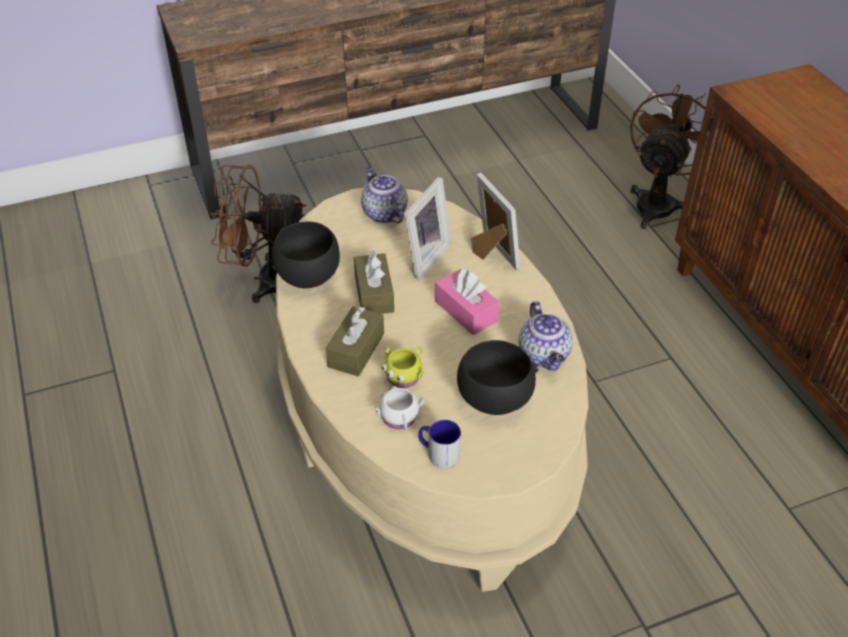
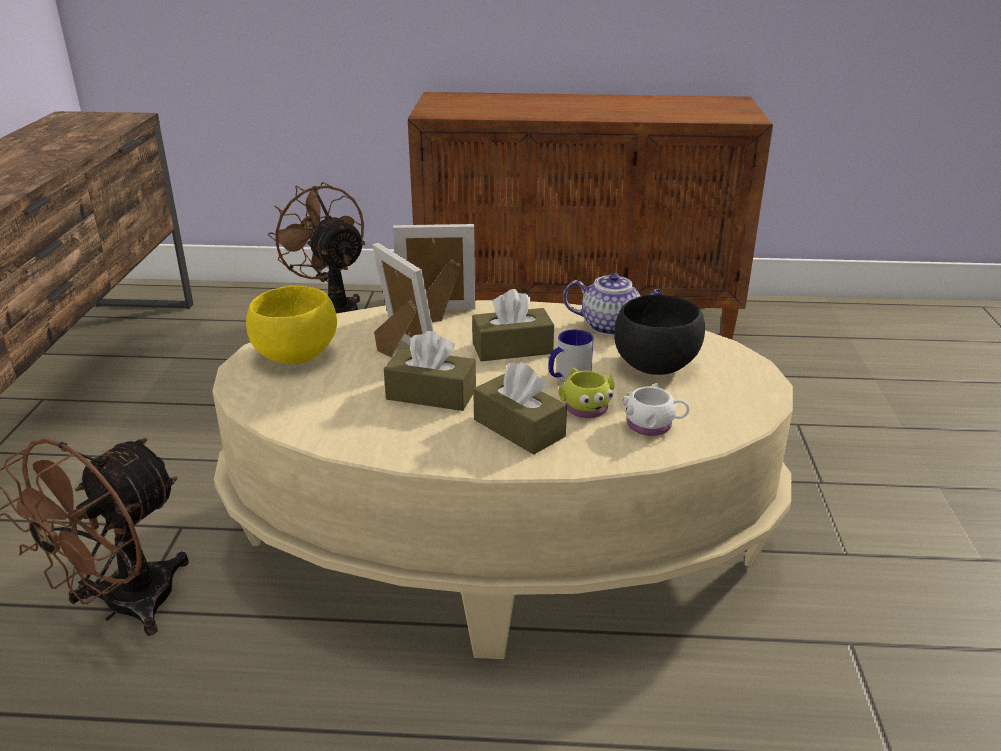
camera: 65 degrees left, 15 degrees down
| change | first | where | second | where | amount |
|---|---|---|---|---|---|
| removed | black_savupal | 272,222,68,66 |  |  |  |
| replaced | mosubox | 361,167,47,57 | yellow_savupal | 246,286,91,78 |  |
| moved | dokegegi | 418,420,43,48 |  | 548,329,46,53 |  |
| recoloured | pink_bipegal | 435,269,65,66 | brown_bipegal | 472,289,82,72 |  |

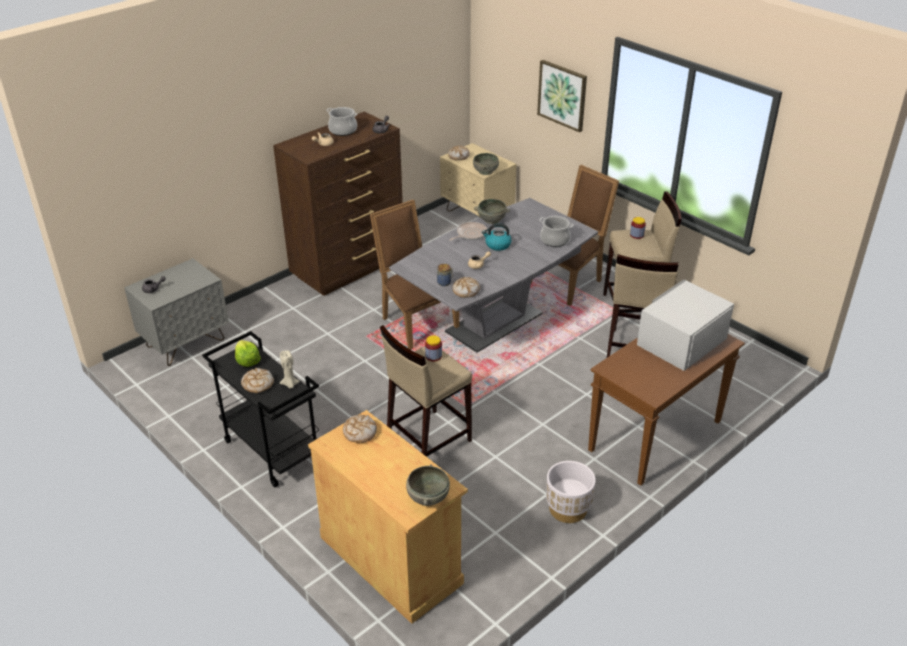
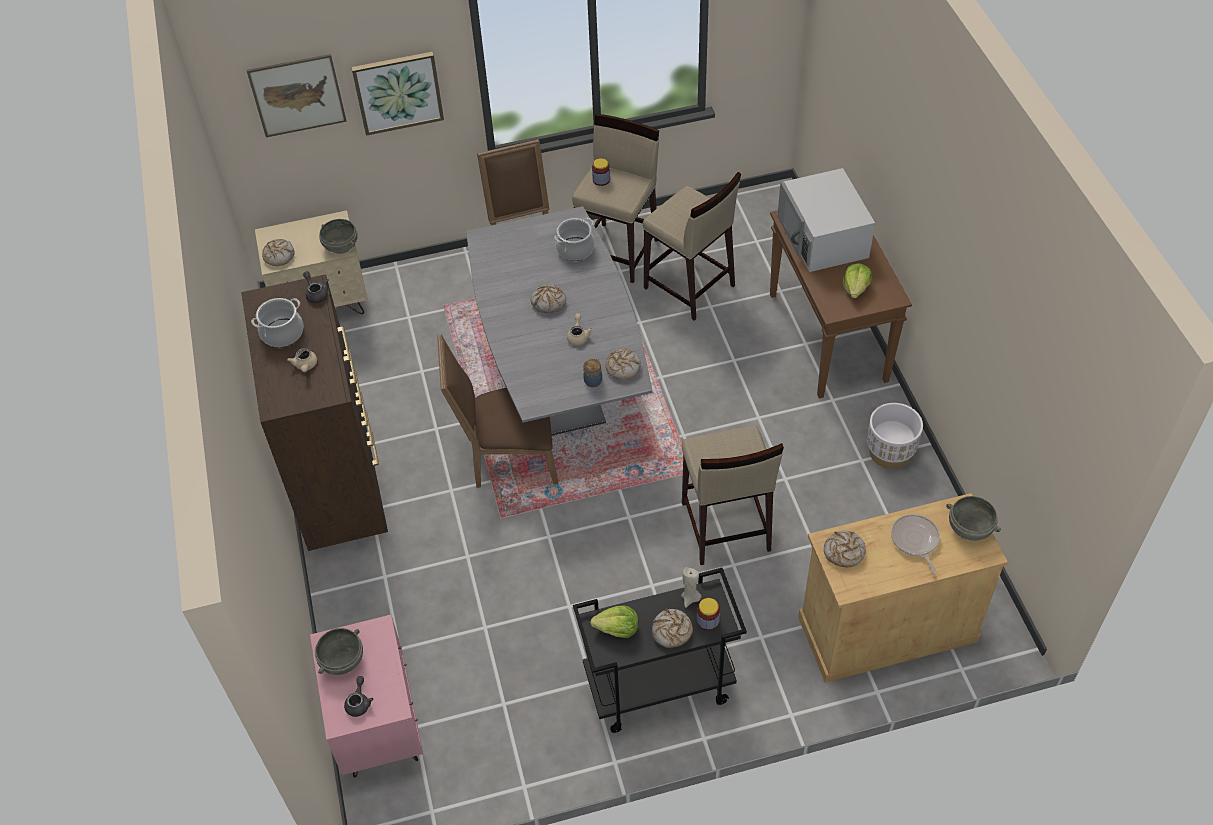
camera: 60 degrees left, 15 degrees up
| change | first | where | second | where | amount |
|---|---|---|---|---|---|
| recoloured | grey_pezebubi | 124,258,105,108 | pink_pezebubi | 310,615,113,163 |  |
| moved | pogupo | 425,335,17,26 |  | 697,598,23,32 |  |
| moved | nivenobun | 449,222,38,19 |  | 891,514,49,60 |  |
| moved | grey_savupal | 474,199,36,25 |  | 315,628,48,47 |  |
| replaced | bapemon | 482,223,30,28 | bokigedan | 531,285,35,28 |  |
| added |  |  | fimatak | 247,54,100,83 |  |
| added |  |  | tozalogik | 843,263,29,35 |  |

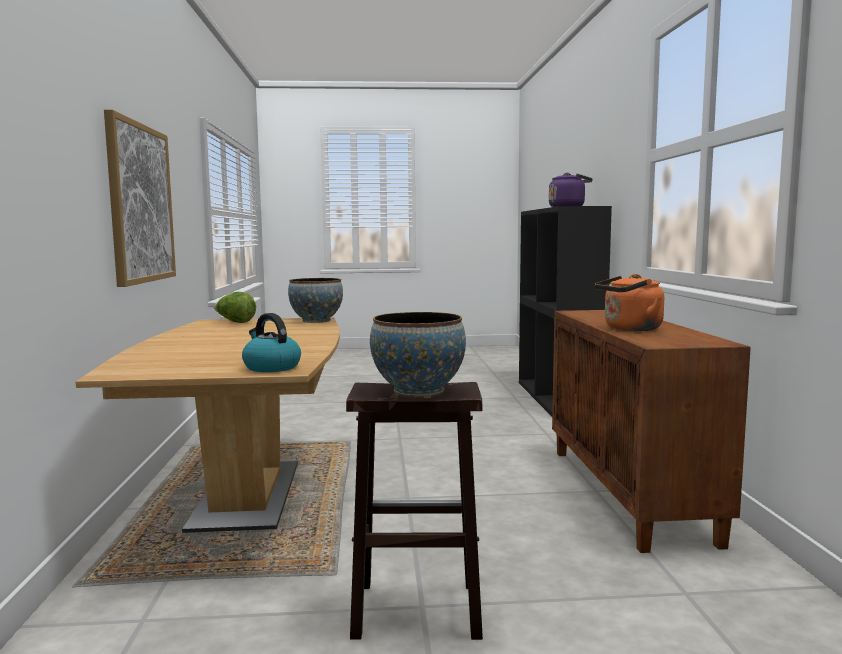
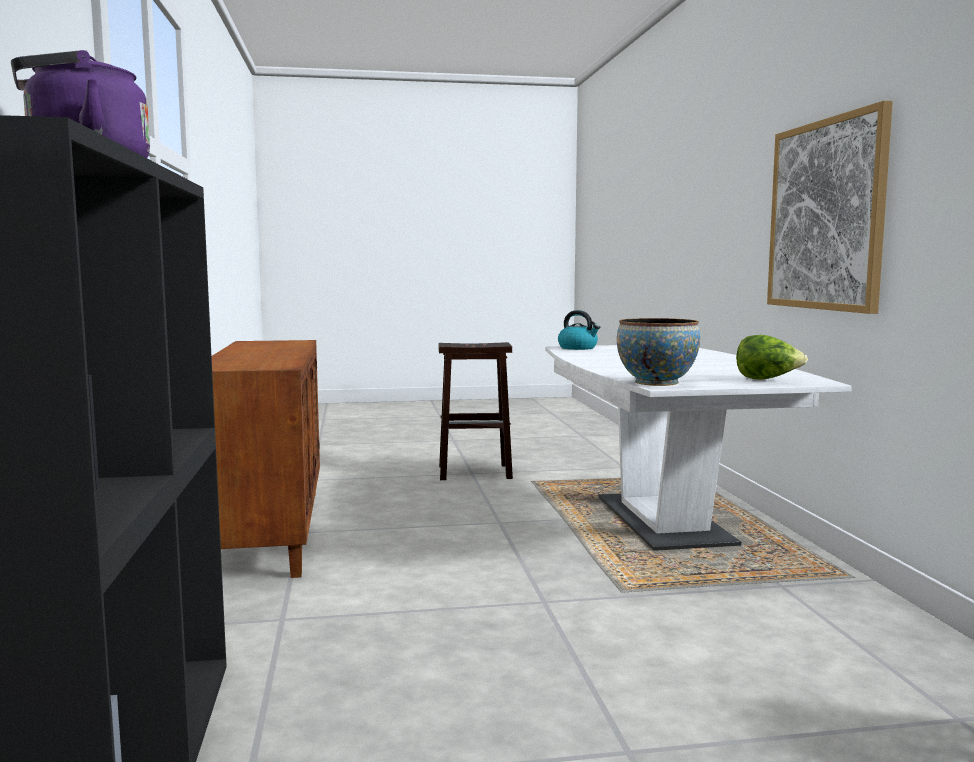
camera: 175 degrees right, 0 degrees up
| change | first | where | second | where | amount |
|---|---|---|---|---|---|
| recoloured | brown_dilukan | 76,317,264,216 | white_dilukan | 545,345,307,206 |  |
| removed | savupal | 370,312,96,85 |  |  |  |
| removed | orange_bapemon | 595,274,69,57 |  |  |  |

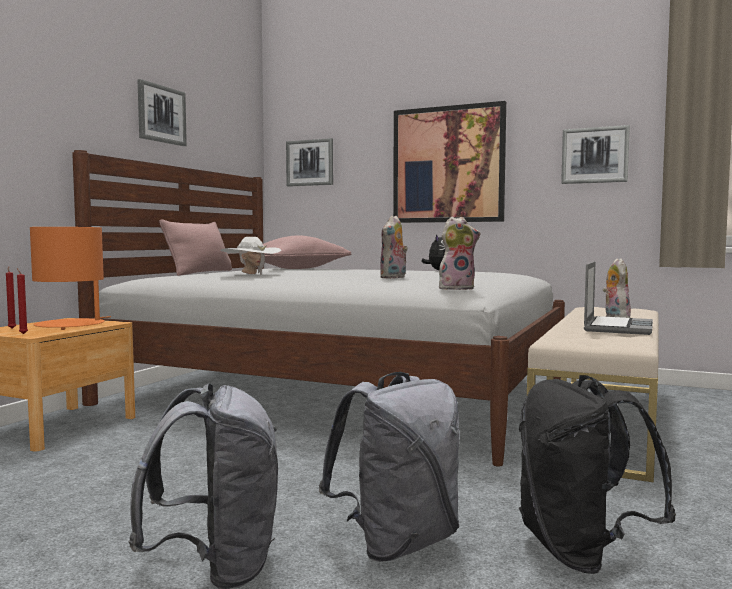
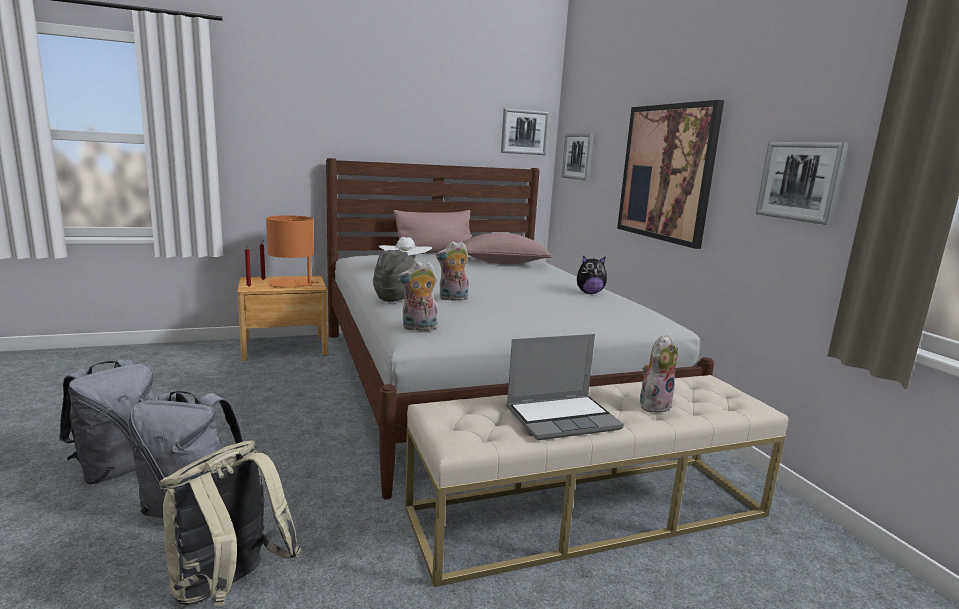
camera: 45 degrees right, 10 degrees up
| change | first | where | second | where | amount |
|---|---|---|---|---|---|
| moved | fimatak | 138,79,49,67 |  | 501,108,48,47 |  |
| turned | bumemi | 439,216,42,74 |  | 397,261,41,70 | 135 degrees clockwise |
| recoloured | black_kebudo | 519,375,157,199 | beige_kebudo | 159,440,142,166 |  |
| added |  |  | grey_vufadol | 373,250,43,52 |  |

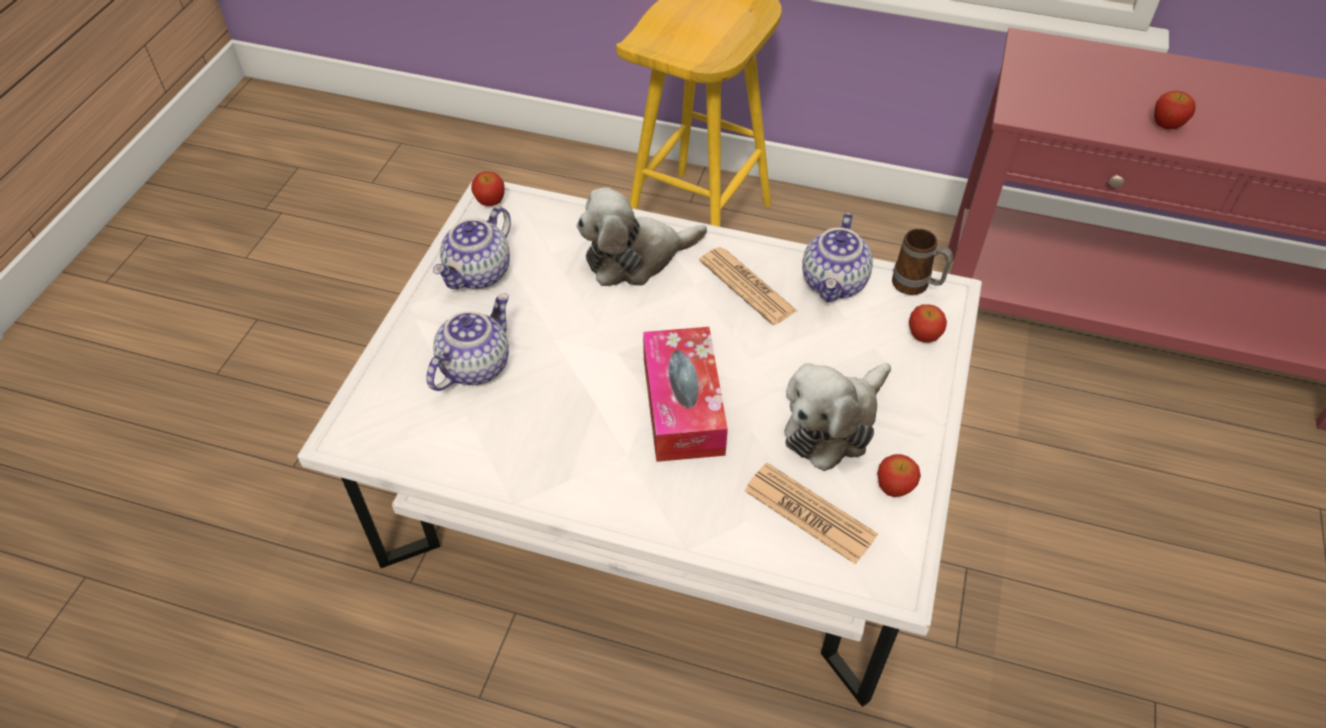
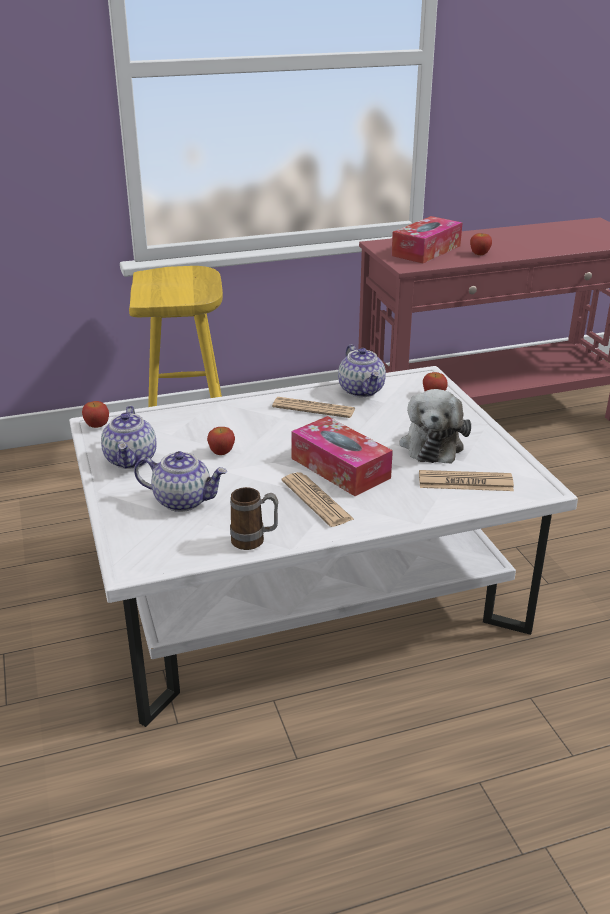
camera: 35 degrees left, 20 degrees down
| change | first | where | second | where | amount |
|---|---|---|---|---|---|
| turned | mosubox | 426,293,83,98 |  | 134,451,93,61 | 105 degrees clockwise |
| removed | bumemi | 576,187,131,99 |  |  |  |
| moved | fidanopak | 877,454,44,43 |  | 207,427,28,28 |  |
| moved | dokegegi | 892,228,61,67 |  | 230,487,48,63 |  |
| added |  |  | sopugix | 282,472,73,55 |  |
| added |  |  | bipegal | 391,216,71,47 |  |

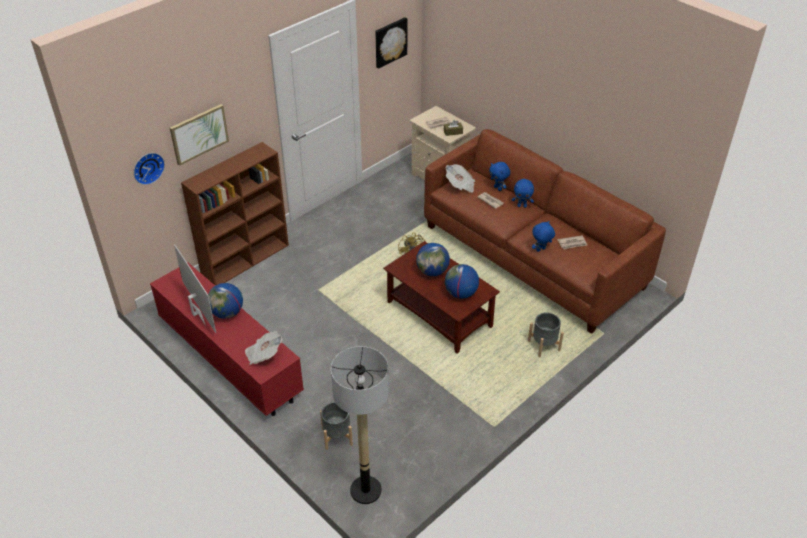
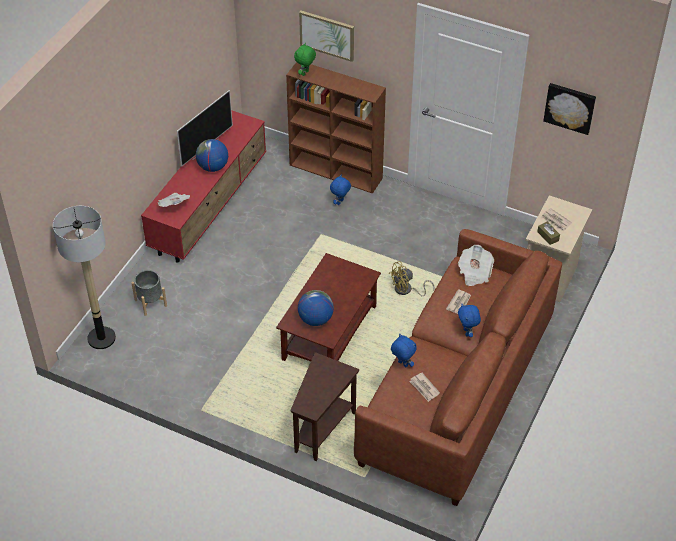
camera: 70 degrees right, 5 degrees up
| change | first | where | second | where | amount |
|---|---|---|---|---|---|
| removed | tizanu | 134,153,31,32 |  |  |  |
| removed | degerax | 416,243,34,33 |  |  |  |
| moved | blue_bumemi | 489,162,21,29 |  | 330,174,21,31 |  |
| replaced | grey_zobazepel | 528,312,36,45 | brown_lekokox | 291,352,68,109 |  |
| added |  |  | green_bumemi | 294,43,22,33 |  |

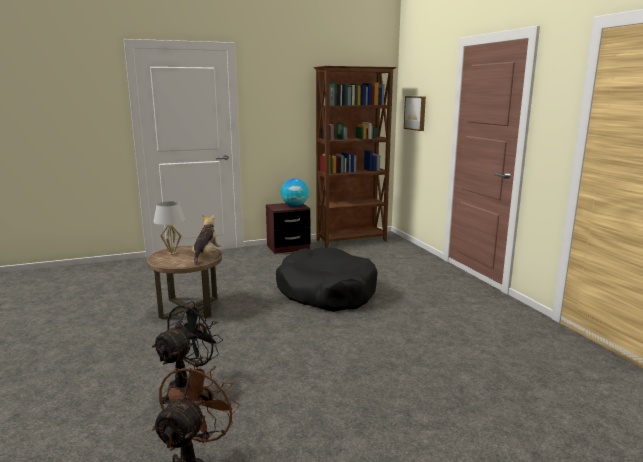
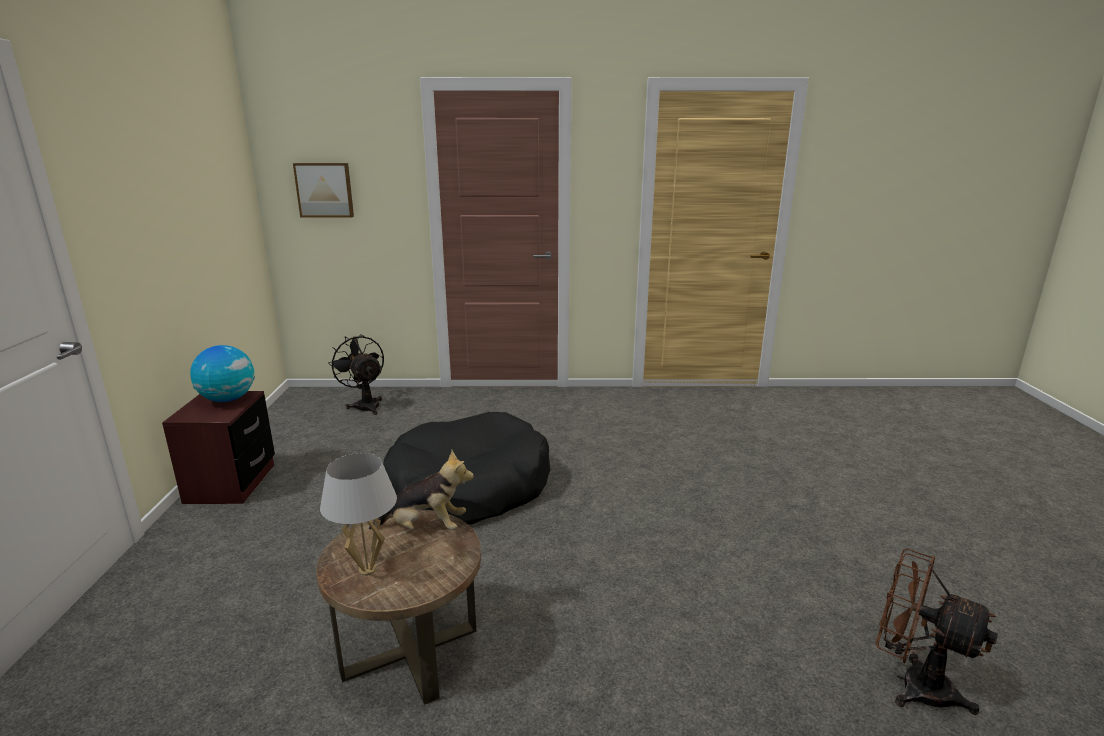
camera: 70 degrees left, 5 degrees up
| change | first | where | second | where | amount |
|---|---|---|---|---|---|
| moved | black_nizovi | 152,301,71,103 |  | 328,334,56,81 |  |
| turned | bumemi | 192,215,29,50 |  | 369,450,105,80 | 150 degrees clockwise |
| removed | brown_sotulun | 313,66,84,181 |  |  |  |

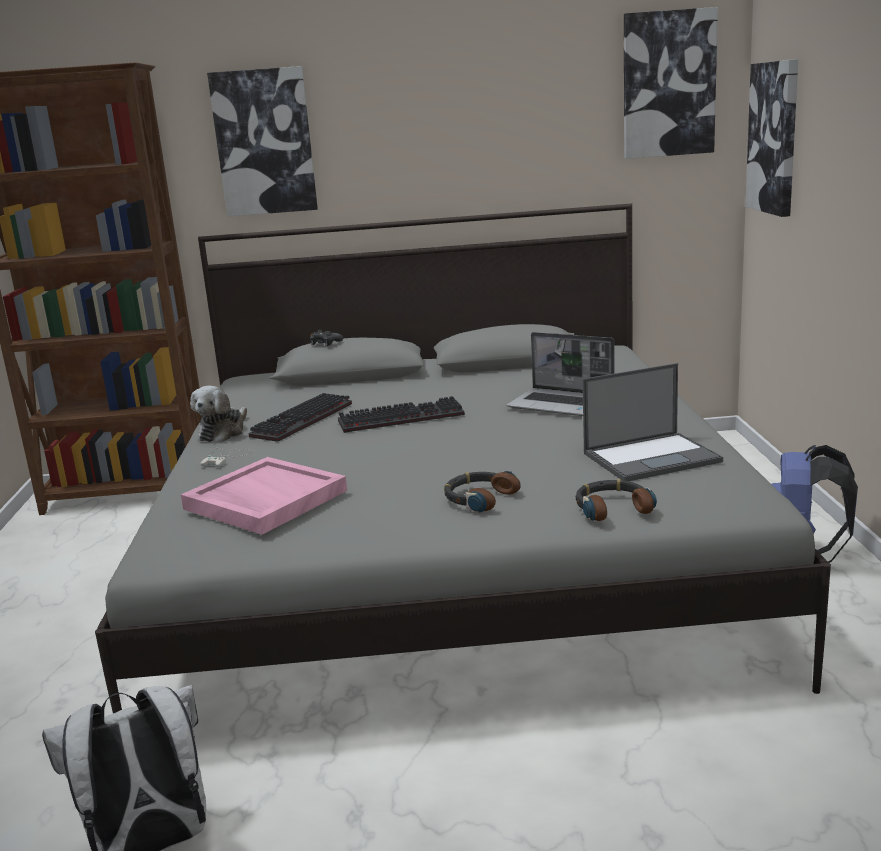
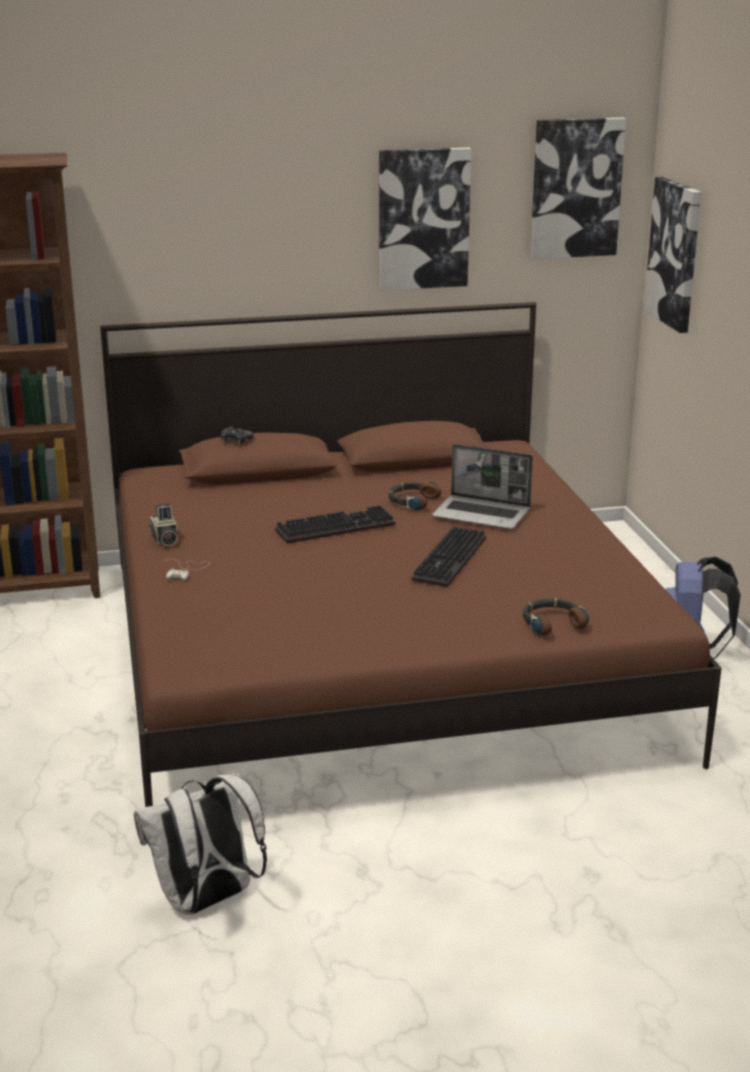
camera: 10 degrees left, 5 degrees up
| change | first | where | second | where | amount |
|---|---|---|---|---|---|
| recoloured | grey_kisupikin | 95,203,736,510 | brown_kisupikin | 100,302,621,505 |  |
| removed | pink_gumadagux | 181,457,166,78 |  |  |  |
| replaced | bumemi | 190,386,57,56 | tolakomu | 149,504,29,42 |  |
| moved | fimatak | 207,66,111,151 |  | 379,148,92,142 |  |
| moved | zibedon | 248,393,104,49 |  | 412,526,74,61 |  |
| moved | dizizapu | 444,470,77,43 |  | 388,482,53,29 |  |
| removed | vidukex | 582,363,141,118 |  |  |  |

